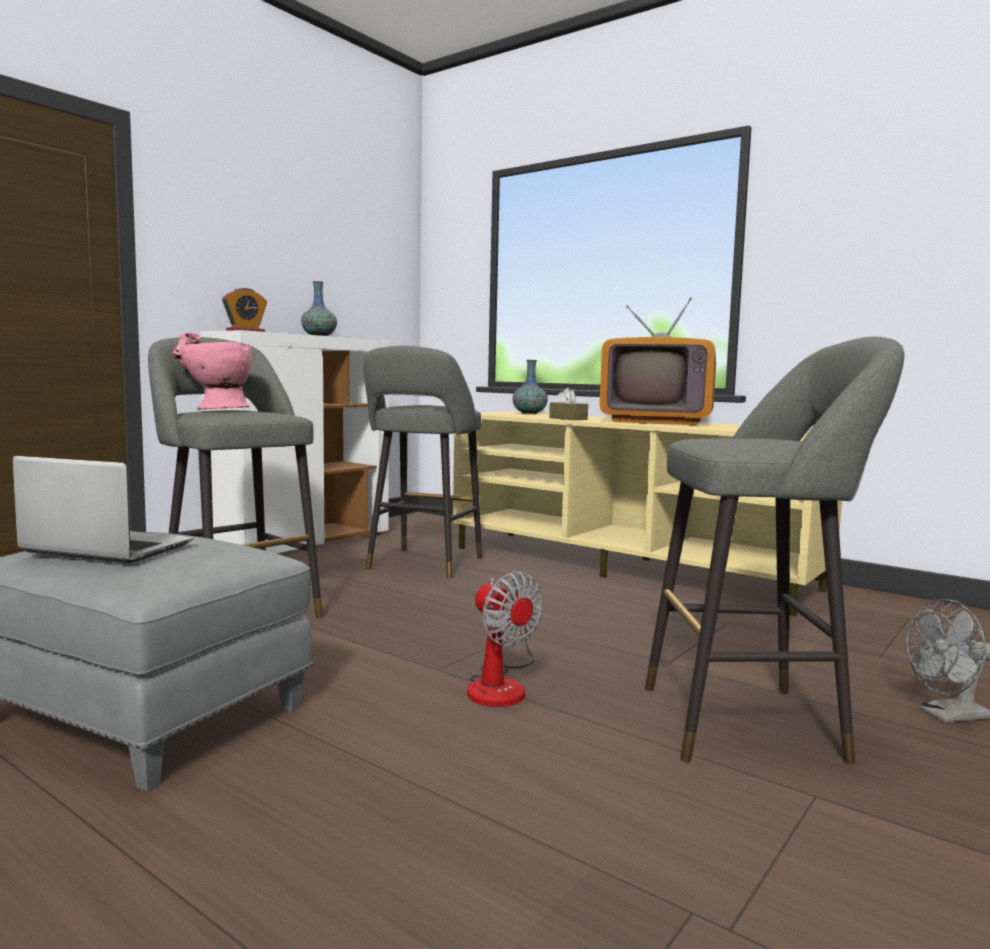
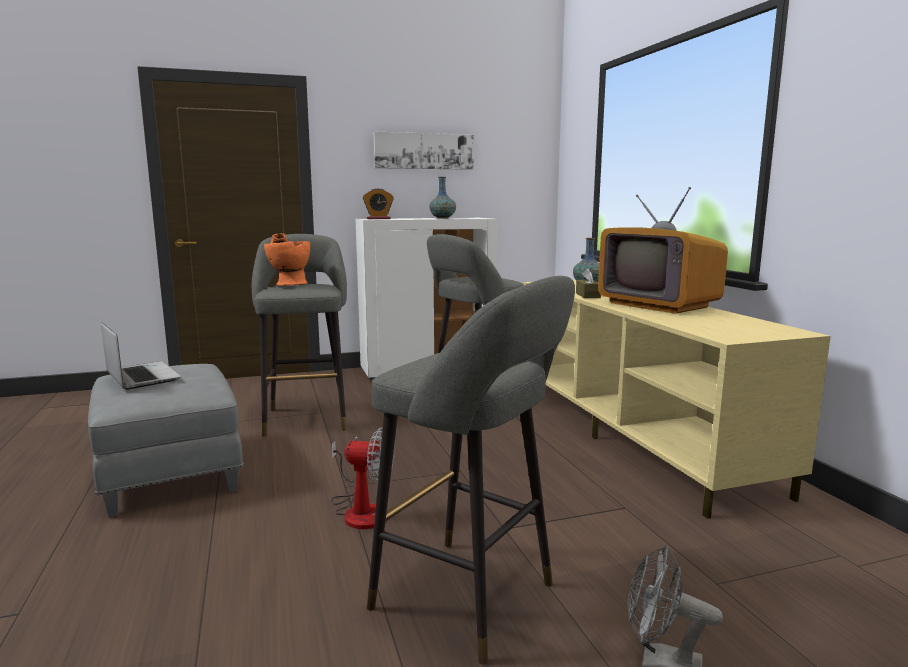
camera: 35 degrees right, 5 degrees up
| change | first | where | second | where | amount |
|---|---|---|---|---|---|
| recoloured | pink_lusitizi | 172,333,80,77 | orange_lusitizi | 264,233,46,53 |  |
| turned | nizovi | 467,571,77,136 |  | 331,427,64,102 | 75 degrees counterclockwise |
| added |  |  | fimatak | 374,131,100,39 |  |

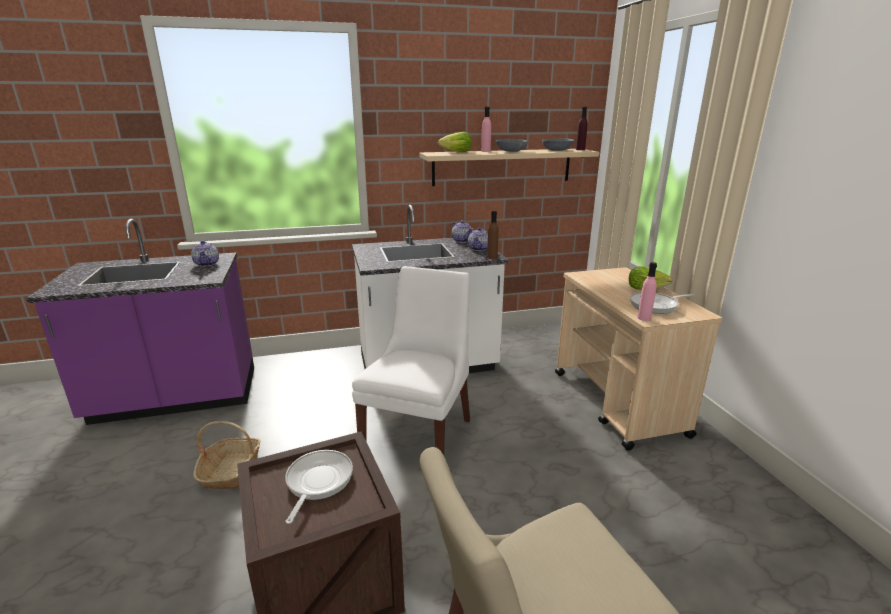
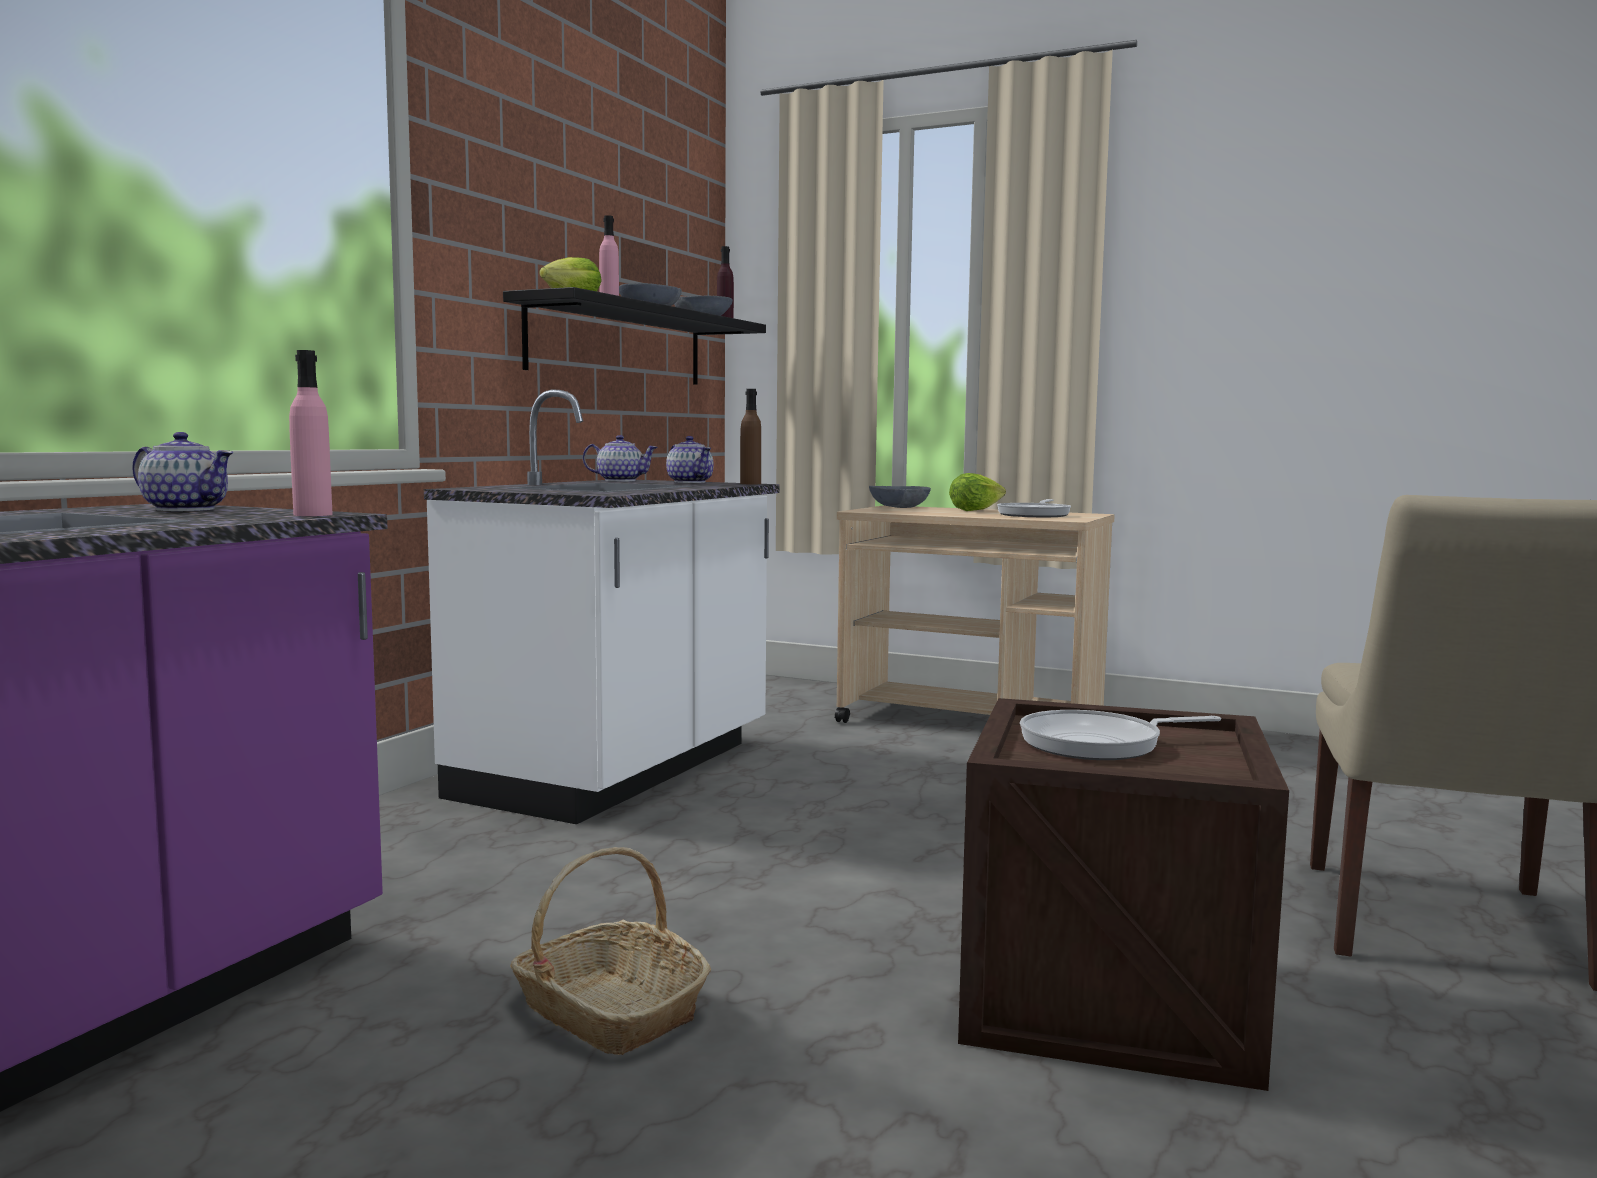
camera: 50 degrees left, 15 degrees down
| change | first | where | second | where | amount |
|---|---|---|---|---|---|
| turned | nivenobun | 285,450,68,74 |  | 1020,710,201,50 | 60 degrees counterclockwise |
| removed | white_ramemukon | 352,266,118,189 |  |  |  |
| recoloured | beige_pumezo | 420,149,179,37 | black_pumezo | 503,287,263,98 |  |
| moved | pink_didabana | 637,262,20,59 |  | 289,350,44,166 |  |
| added |  |  | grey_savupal | 869,486,62,22 |  |

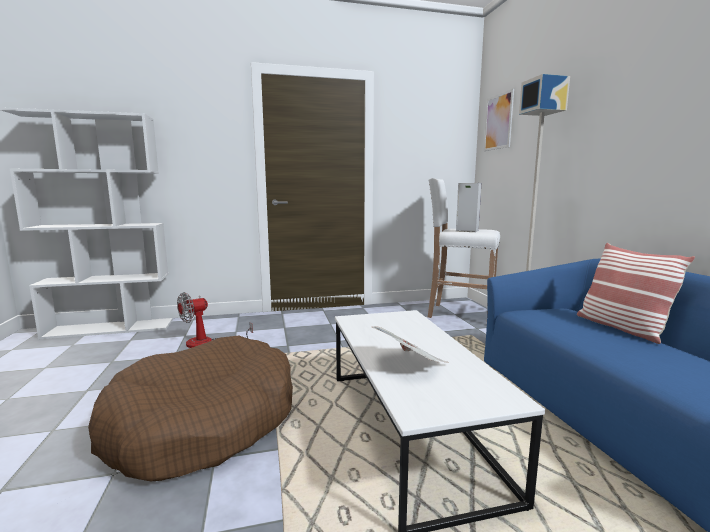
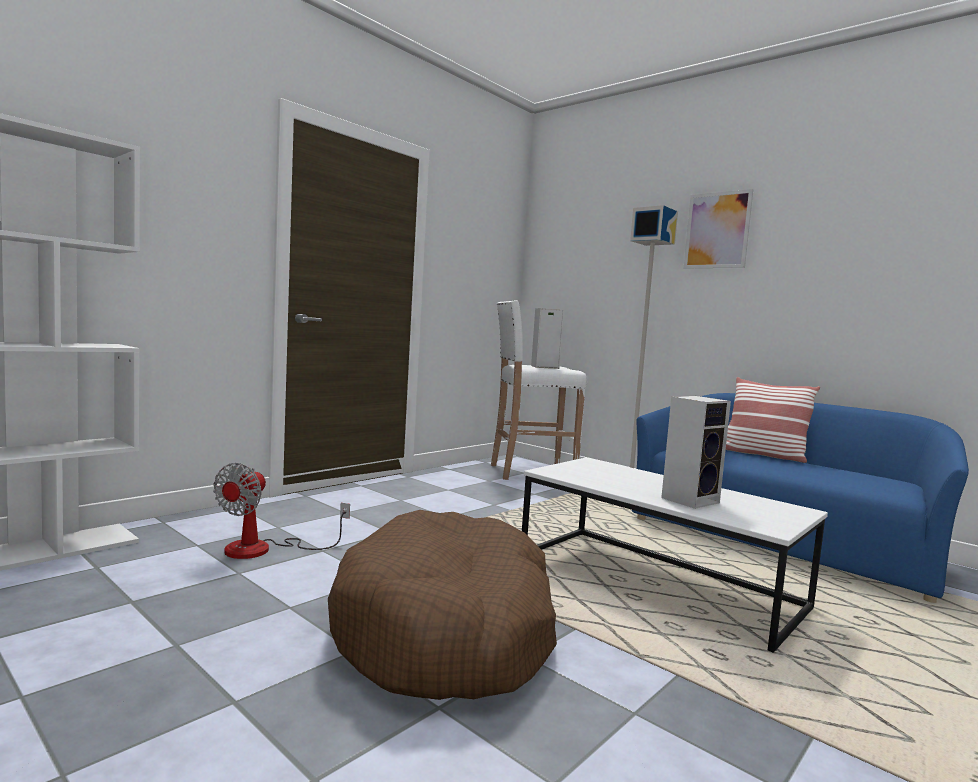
camera: 35 degrees left, 5 degrees down
| change | first | where | second | where | amount |
|---|---|---|---|---|---|
| replaced | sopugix | 371,326,78,37 | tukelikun | 661,396,70,113 |  |
| moved | fimatak | 484,89,30,62 |  | 684,189,69,80 |  |

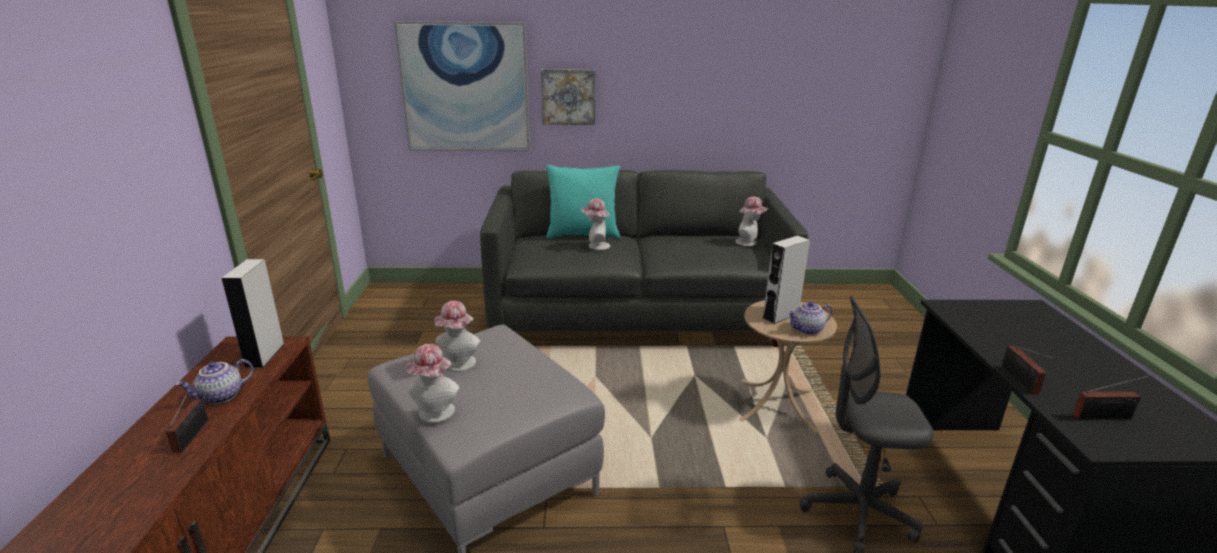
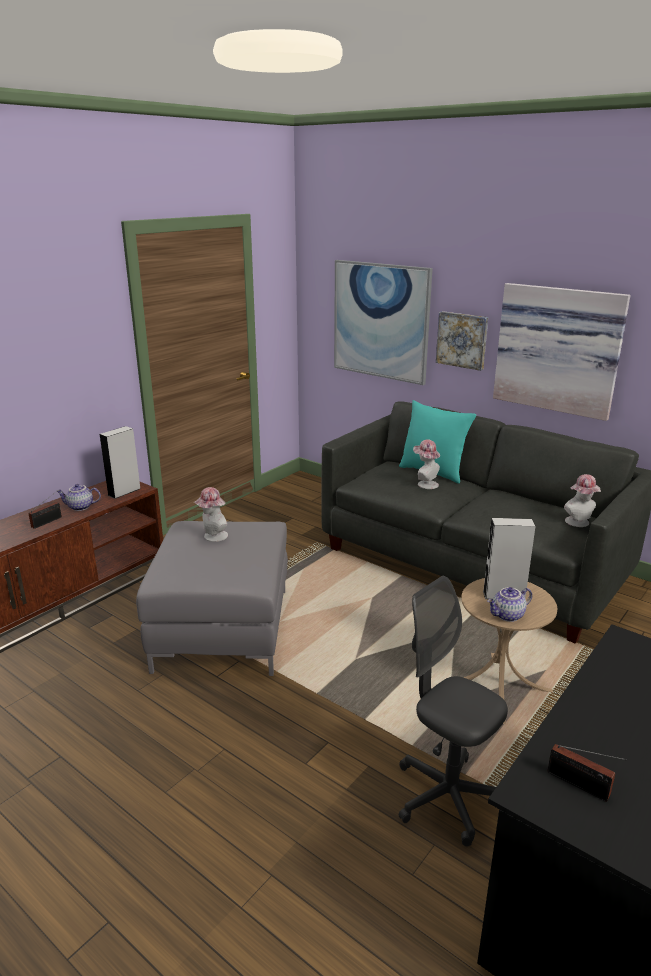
camera: 40 degrees right, 0 degrees up
| change | first | where | second | where | amount |
|---|---|---|---|---|---|
| removed | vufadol | 407,344,53,79 |  |  |  |
| turned | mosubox | 788,302,45,33 |  | 487,587,45,35 | 45 degrees counterclockwise |
| removed | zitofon | 1001,346,54,48 |  |  |  |
| added |  |  | fimatak | 493,283,138,138 |  |

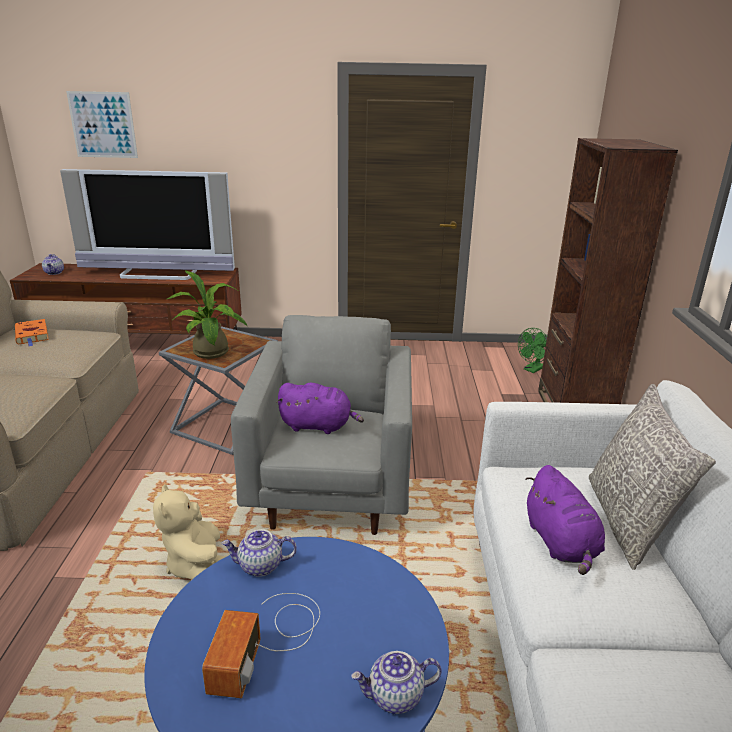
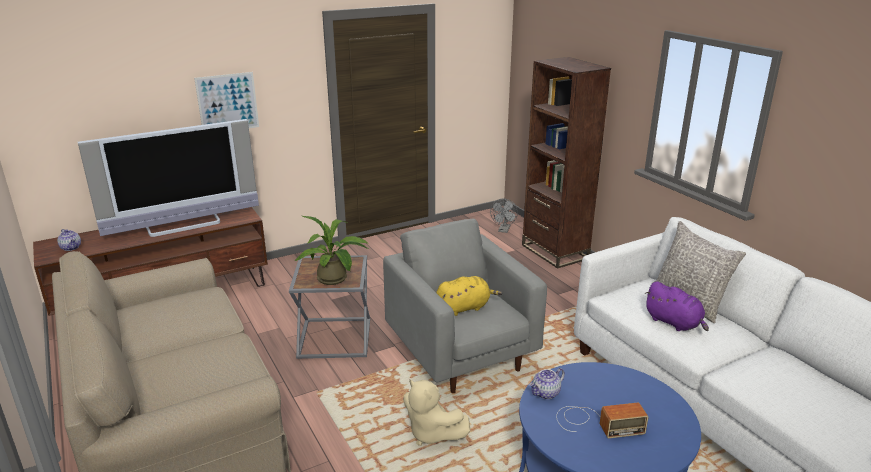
camera: 30 degrees left, 0 degrees up
| change | first | where | second | where | amount |
|---|---|---|---|---|---|
| removed | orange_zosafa | 15,319,34,27 |  |  |  |
| moved | fimatak | 66,91,72,67 |  | 194,72,65,56 |  |
| turned | zitofon | 202,593,118,105 |  | 556,402,93,36 | 75 degrees counterclockwise |
| recoloured | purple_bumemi | 276,383,88,51 | yellow_bumemi | 436,276,66,40 |  |
| removed | mosubox | 351,651,91,63 |  |  |  |
| recoloured | green_nizovi | 518,328,29,45 | grey_nizovi | 490,199,28,34 |  |

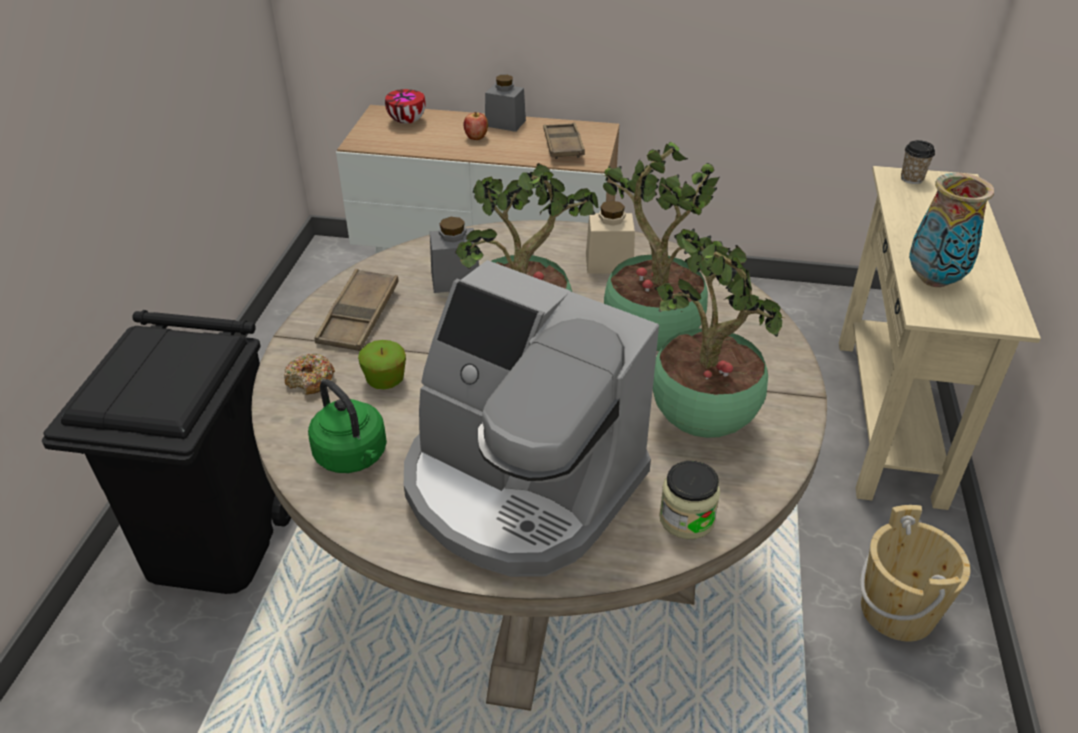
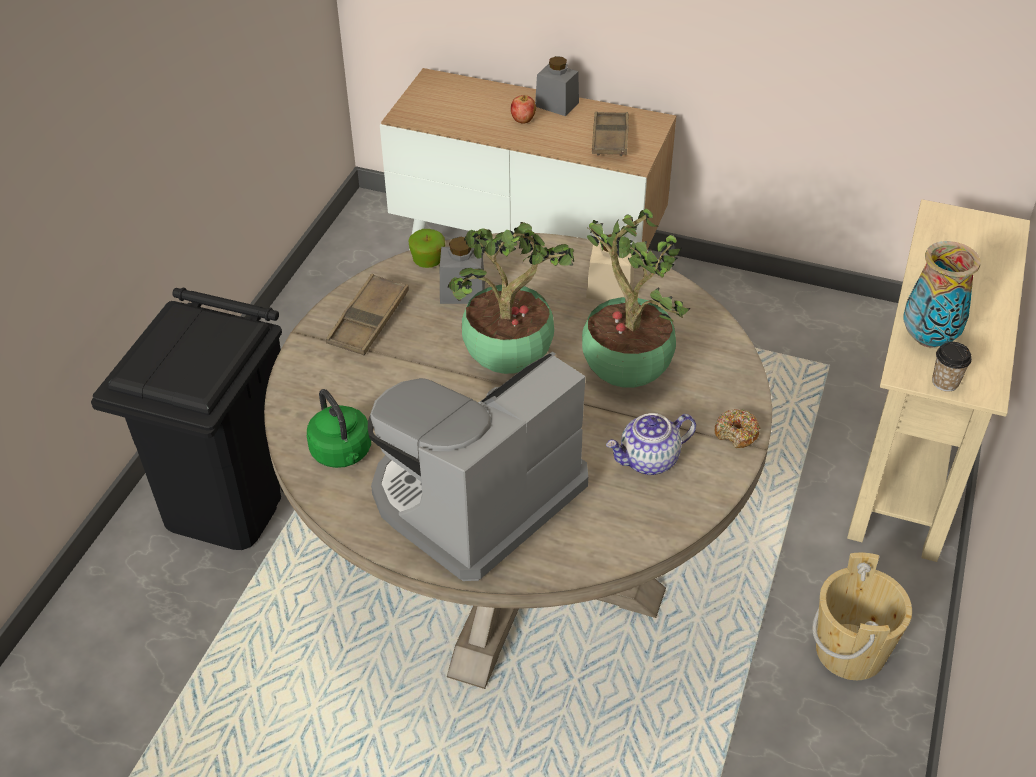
camera: 10 degrees right, 5 degrees up
| change | first | where | second | where | amount |
|---|---|---|---|---|---|
| moved | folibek | 284,353,51,42 |  | 714,409,46,39 |  |
| moved | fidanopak | 358,340,48,49 |  | 408,229,37,39 |  |
| removed | savupal | 385,89,41,35 |  |  |  |
| turned | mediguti | 404,260,255,317 |  | 368,352,220,229 | 90 degrees clockwise |
| replaced | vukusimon | 653,229,132,209 | mosubox | 606,413,90,62 |  |
| removed | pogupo | 659,461,61,78 |  |  |  |
| moved | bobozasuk | 901,140,34,44 |  | 932,342,40,50 |  |

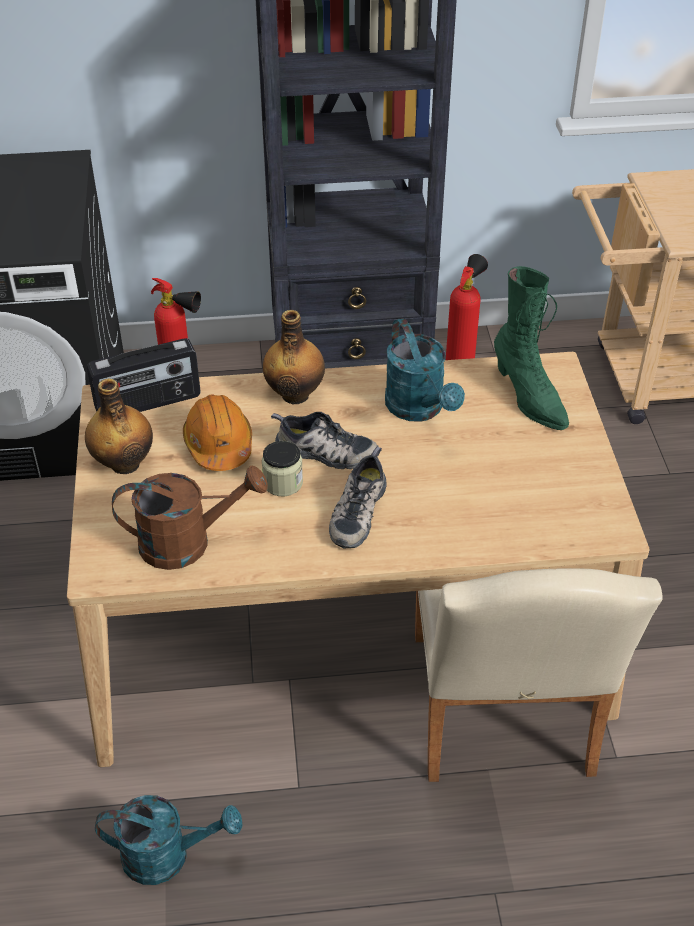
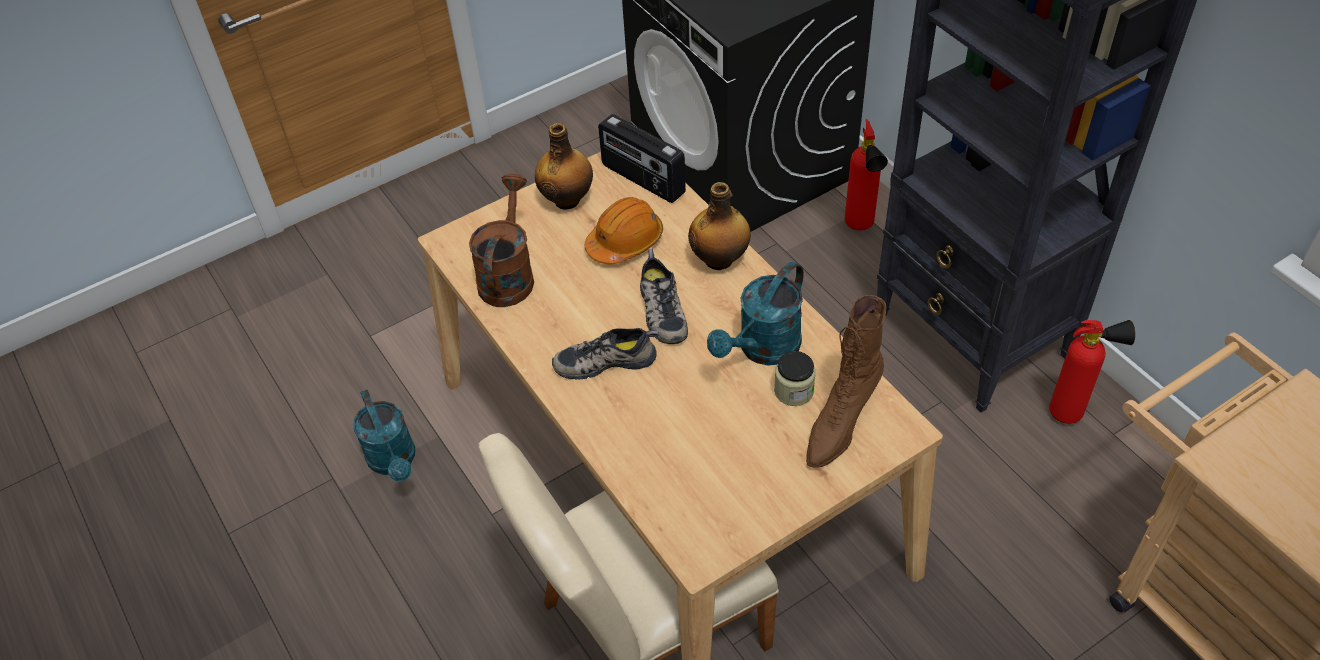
camera: 65 degrees right, 5 degrees up
| change | first | where | second | where | amount |
|---|---|---|---|---|---|
| turned | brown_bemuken | 112,466,156,104 |  | 469,174,65,133 | 135 degrees counterclockwise |
| moved | pogupo | 262,441,41,55 |  | 774,351,42,55 |  |
| recoloured | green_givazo | 494,266,75,164 | brown_givazo | 806,295,80,173 |  |

